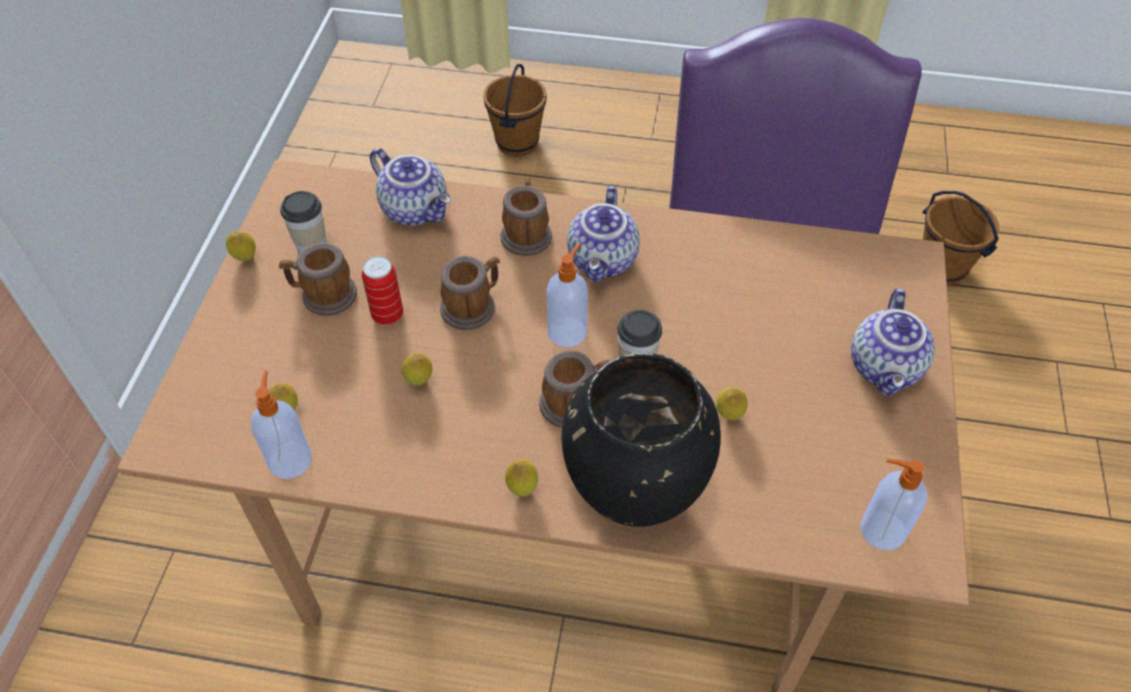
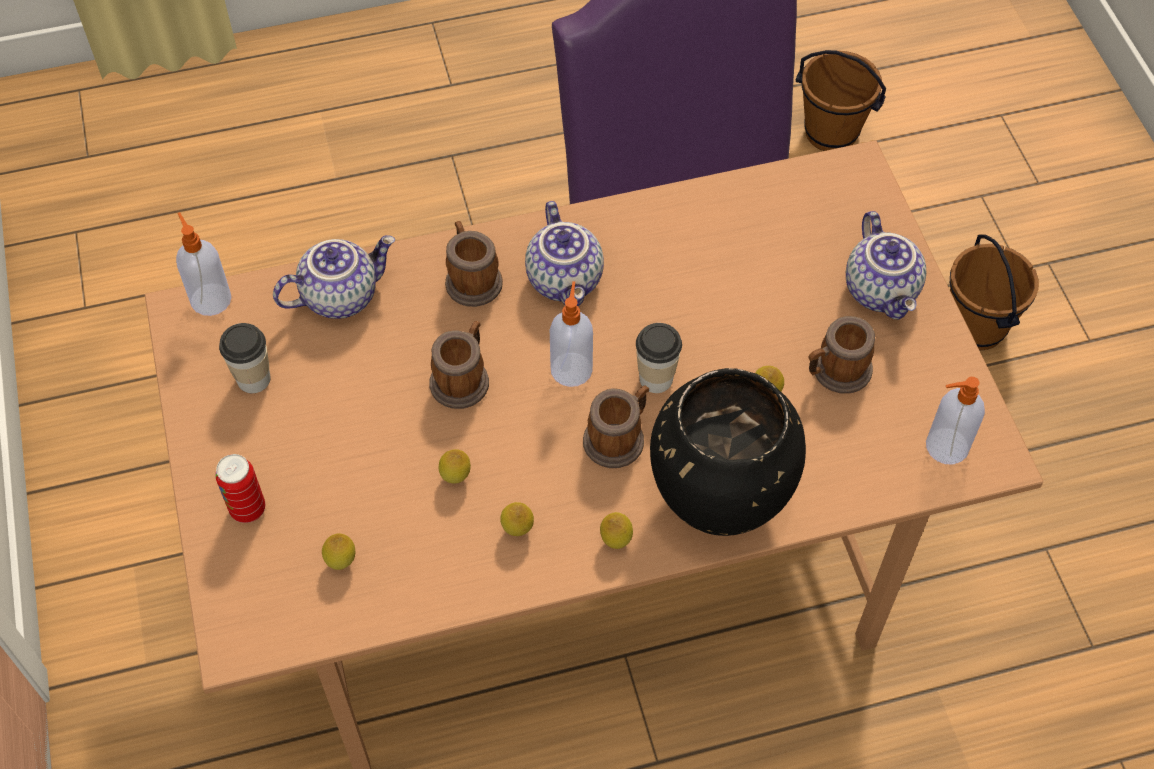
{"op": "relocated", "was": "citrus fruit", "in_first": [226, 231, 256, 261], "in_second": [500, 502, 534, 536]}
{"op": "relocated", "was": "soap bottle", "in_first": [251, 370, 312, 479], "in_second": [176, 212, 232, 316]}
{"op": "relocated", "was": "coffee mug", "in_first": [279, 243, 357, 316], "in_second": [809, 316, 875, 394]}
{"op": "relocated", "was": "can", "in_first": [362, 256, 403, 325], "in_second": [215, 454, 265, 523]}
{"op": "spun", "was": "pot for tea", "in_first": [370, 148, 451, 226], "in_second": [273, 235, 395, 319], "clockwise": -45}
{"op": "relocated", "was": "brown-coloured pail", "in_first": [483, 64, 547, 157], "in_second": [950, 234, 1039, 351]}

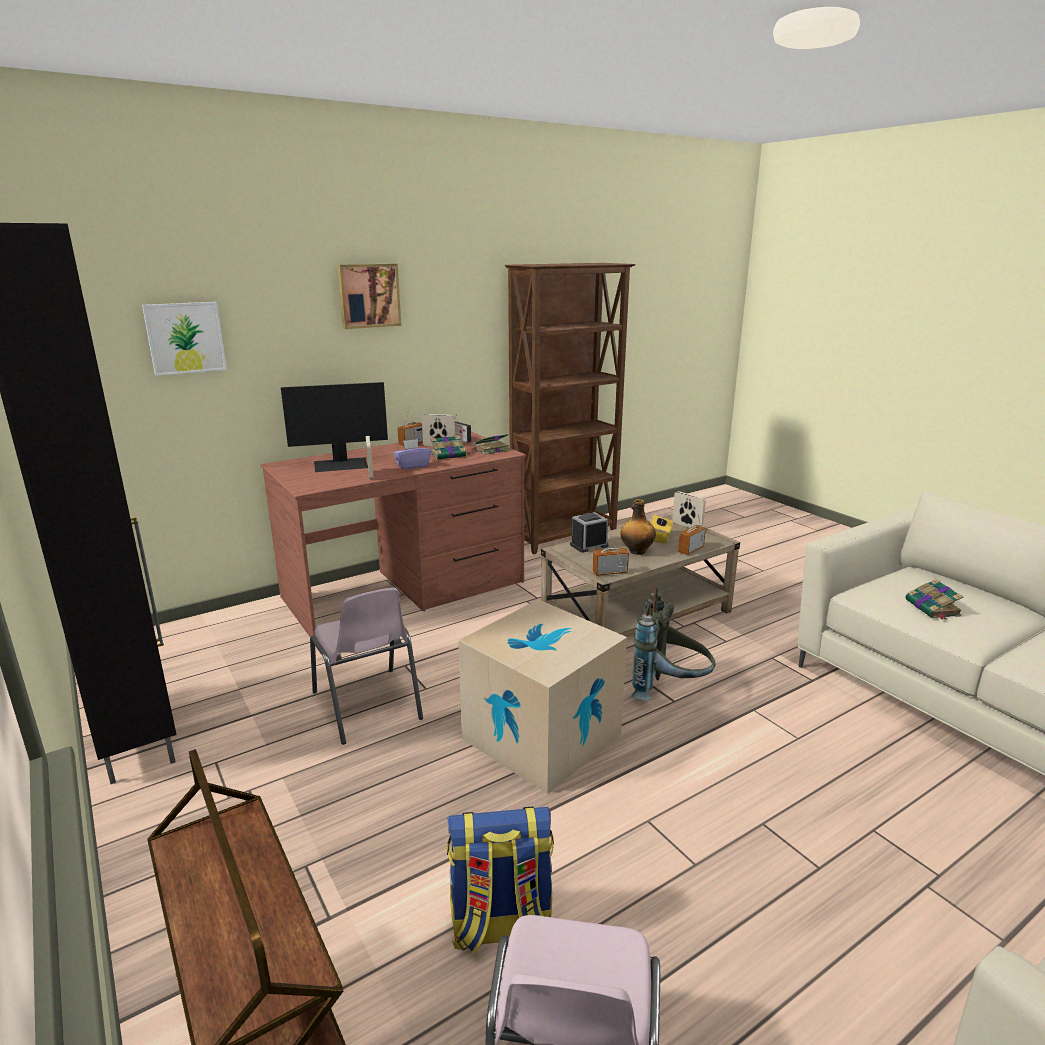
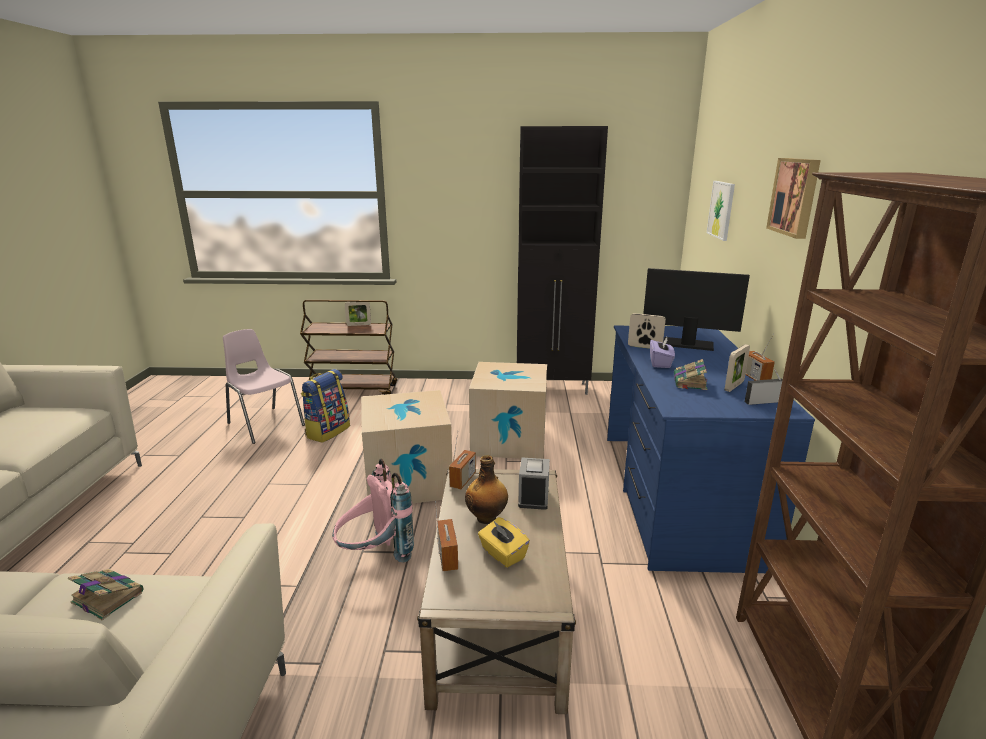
{"op": "colour", "was": "brown-coloured desk", "now": "bluish desk", "in_first": [260, 432, 526, 637], "in_second": [607, 326, 815, 573]}
{"op": "spun", "was": "computer display", "in_first": [281, 382, 388, 472], "in_second": [643, 268, 750, 351], "clockwise": 90}
{"op": "exchanged", "was": "pinkish chair", "now": "cardboard box", "in_first": [310, 587, 423, 745], "in_second": [469, 362, 547, 459]}
{"op": "missing", "was": "book", "in_first": [472, 434, 510, 455]}
{"op": "colour", "was": "greyish knapsack", "now": "pinkish knapsack", "in_first": [631, 588, 715, 700], "in_second": [332, 459, 414, 563]}
{"op": "relocated", "was": "photo frame", "in_first": [672, 491, 706, 528], "in_second": [345, 302, 371, 326]}

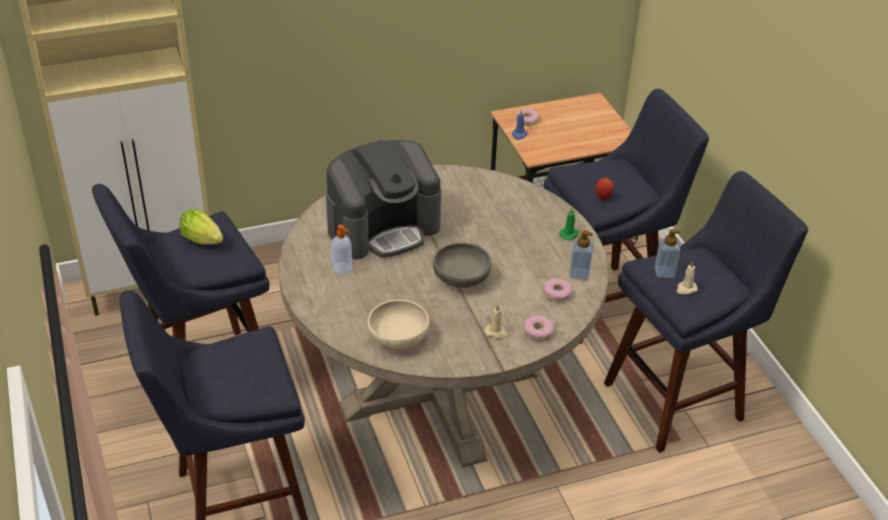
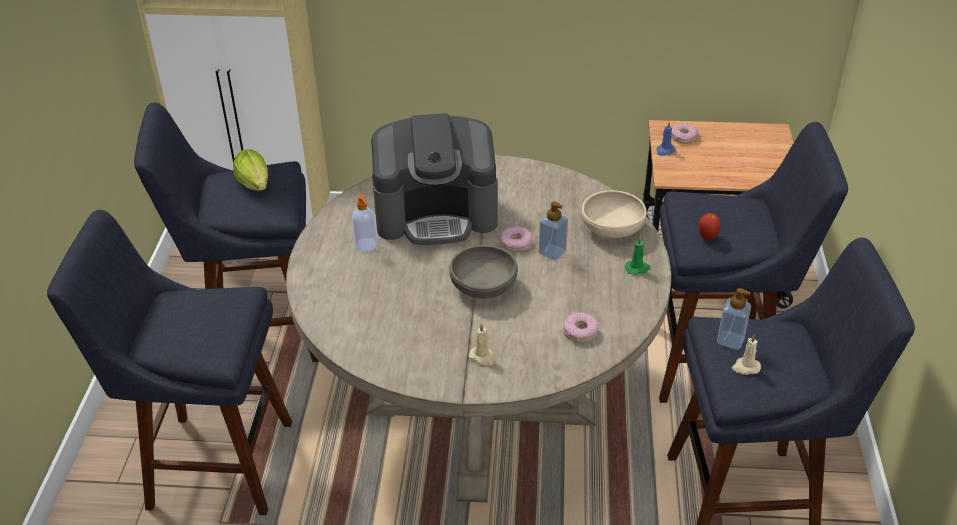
{"op": "relocated", "was": "beige deep dish", "in_first": [367, 300, 430, 349], "in_second": [581, 190, 647, 238]}
{"op": "relocated", "was": "ring doughnut", "in_first": [524, 315, 554, 341], "in_second": [500, 226, 532, 252]}
{"op": "relocated", "was": "soap bottle", "in_first": [569, 231, 594, 281], "in_second": [539, 201, 568, 260]}

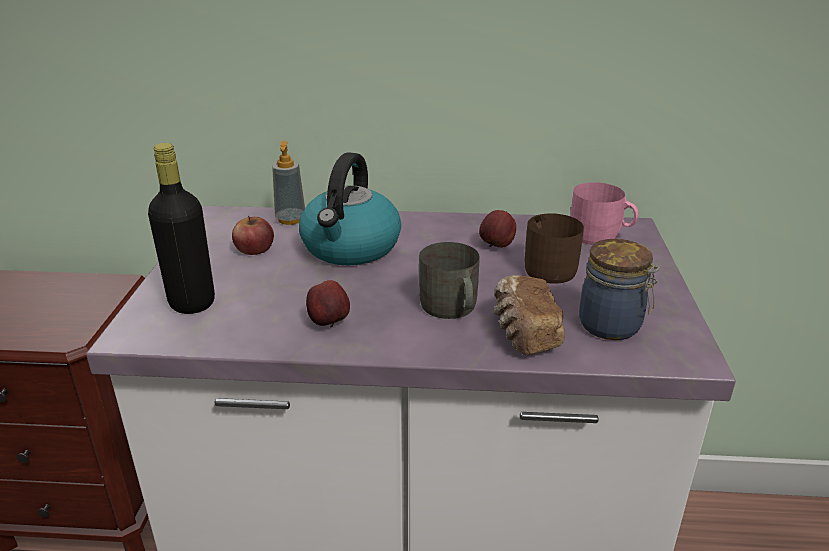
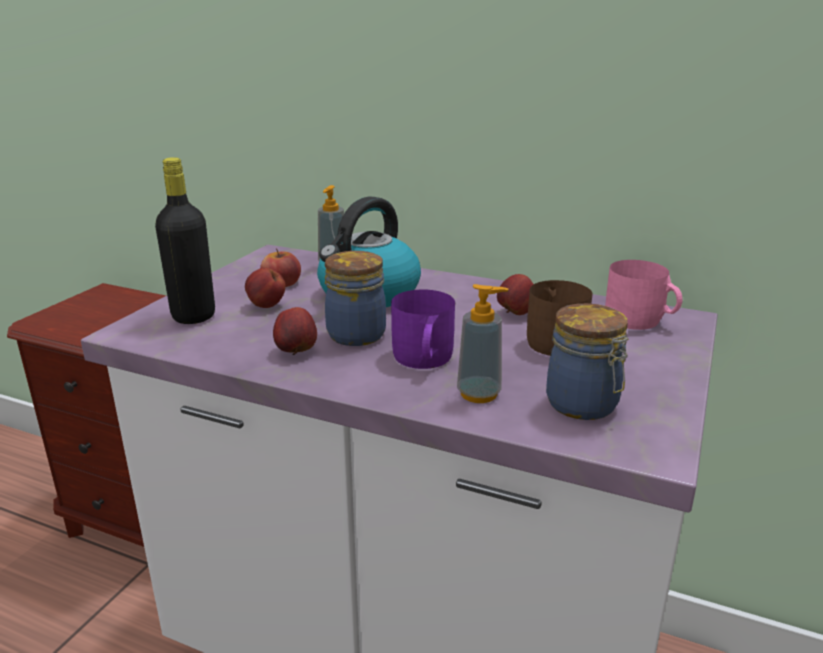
{"op": "colour", "was": "greyish coffee mug", "now": "purple-coloured coffee mug", "in_first": [419, 242, 480, 319], "in_second": [391, 289, 455, 369]}
{"op": "exchanged", "was": "baked bread", "now": "soap bottle", "in_first": [494, 275, 565, 355], "in_second": [457, 284, 508, 403]}
{"op": "appeared", "now": "whole apple", "in_second": [245, 268, 286, 308]}
{"op": "appeared", "now": "preserve jar", "in_second": [325, 251, 386, 346]}

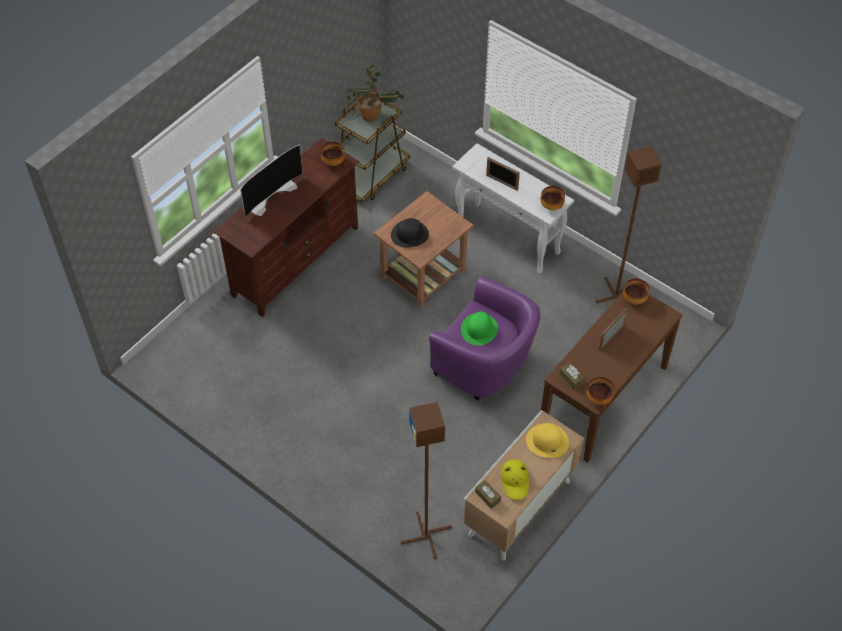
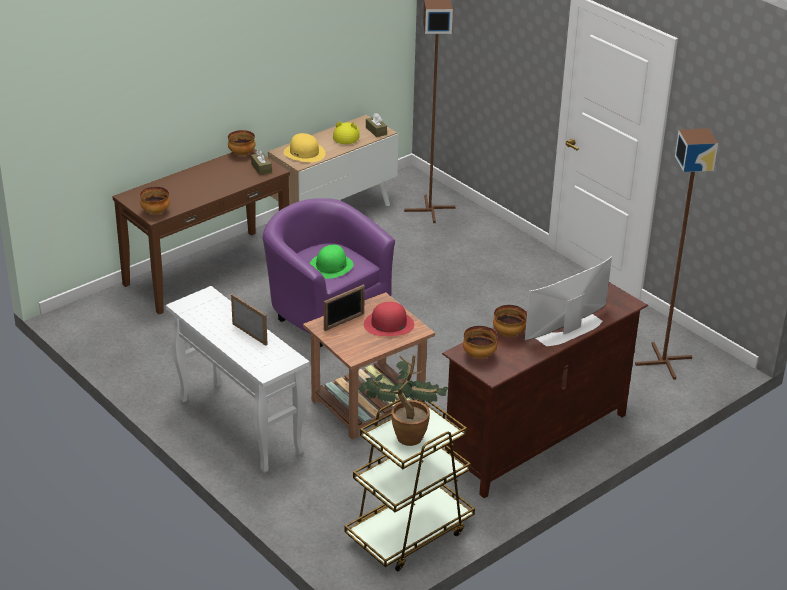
{"op": "colour", "was": "black clothing hat", "now": "red clothing hat", "in_first": [391, 218, 429, 248], "in_second": [364, 302, 414, 336]}
{"op": "relocated", "was": "deep dish", "in_first": [540, 186, 565, 210], "in_second": [493, 305, 527, 337]}
{"op": "relocated", "was": "brown-coloured standing lamp", "in_first": [595, 147, 662, 304], "in_second": [635, 128, 718, 380]}
{"op": "relocated", "was": "photo frame", "in_first": [599, 308, 628, 350], "in_second": [324, 285, 365, 331]}

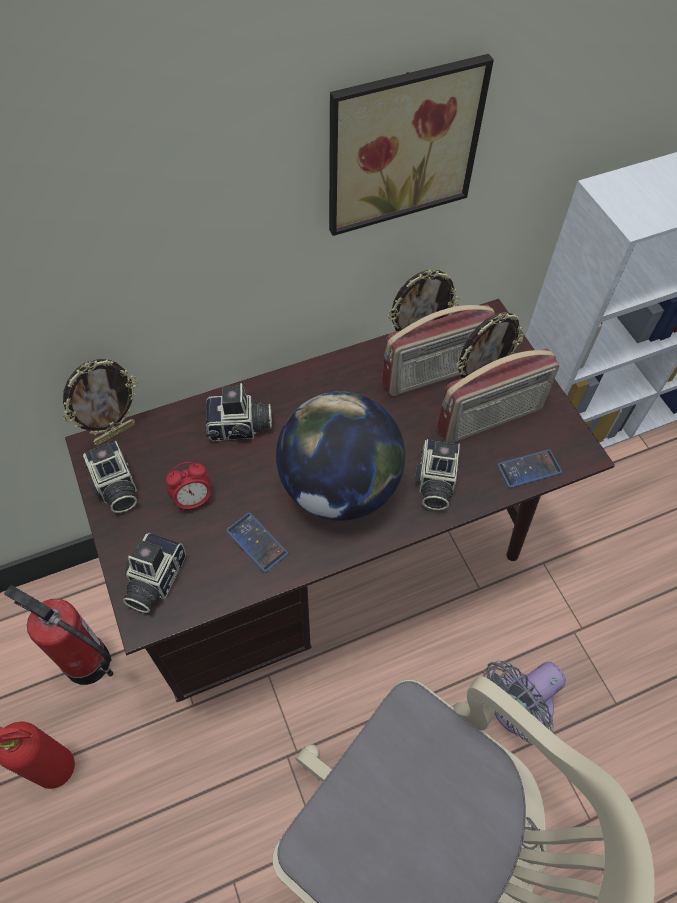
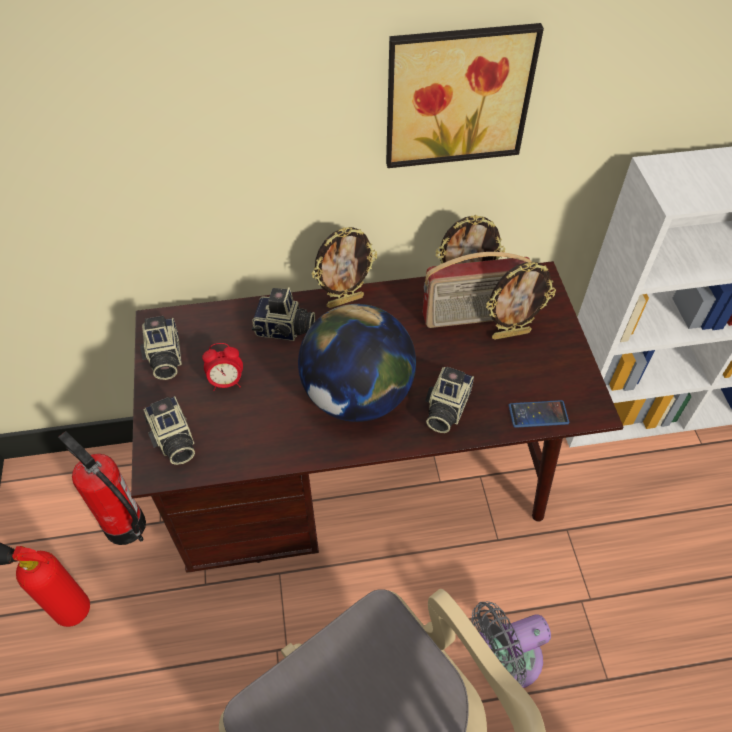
{"op": "relocated", "was": "photo frame", "in_first": [63, 359, 138, 446], "in_second": [312, 227, 377, 308]}
{"op": "spun", "was": "still camera", "in_first": [123, 533, 186, 613], "in_second": [143, 396, 195, 465], "clockwise": -60}
{"op": "missing", "was": "telephone", "in_first": [226, 512, 289, 573]}
{"op": "missing", "was": "radio receiver", "in_first": [437, 349, 560, 443]}

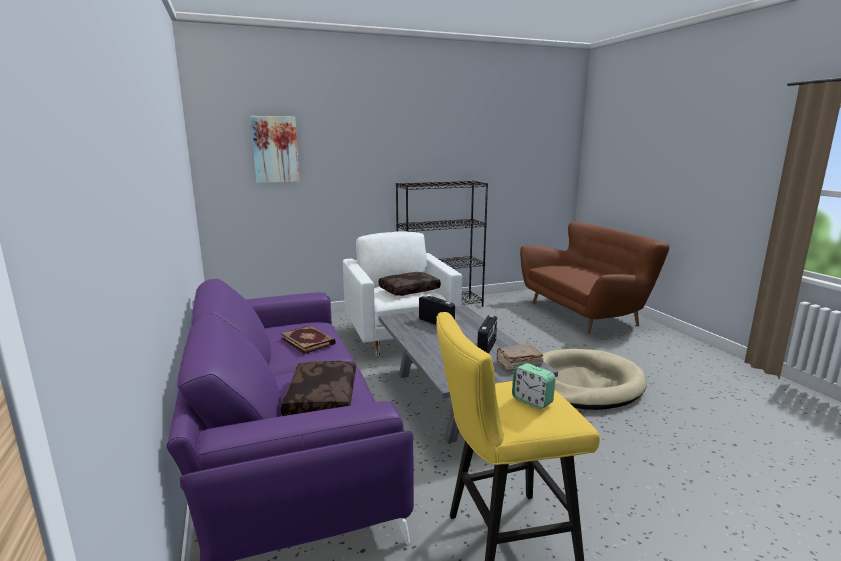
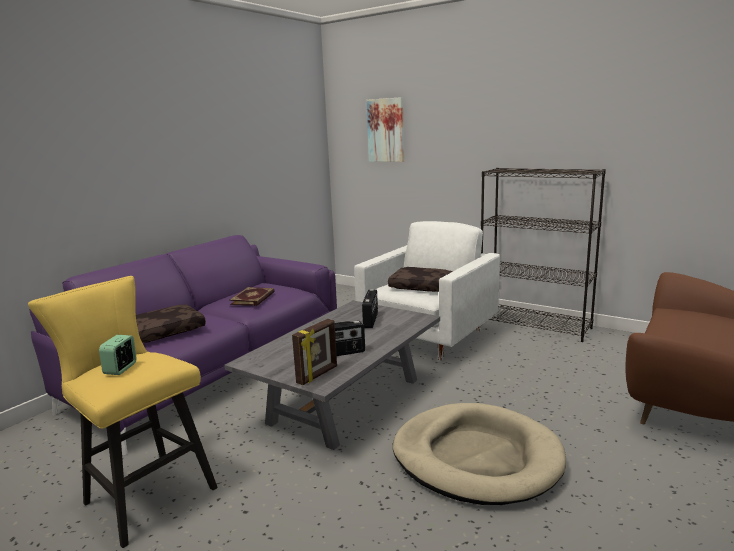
{"op": "exchanged", "was": "brown-coloured book", "now": "photo frame", "in_first": [496, 344, 544, 371], "in_second": [292, 319, 337, 385]}

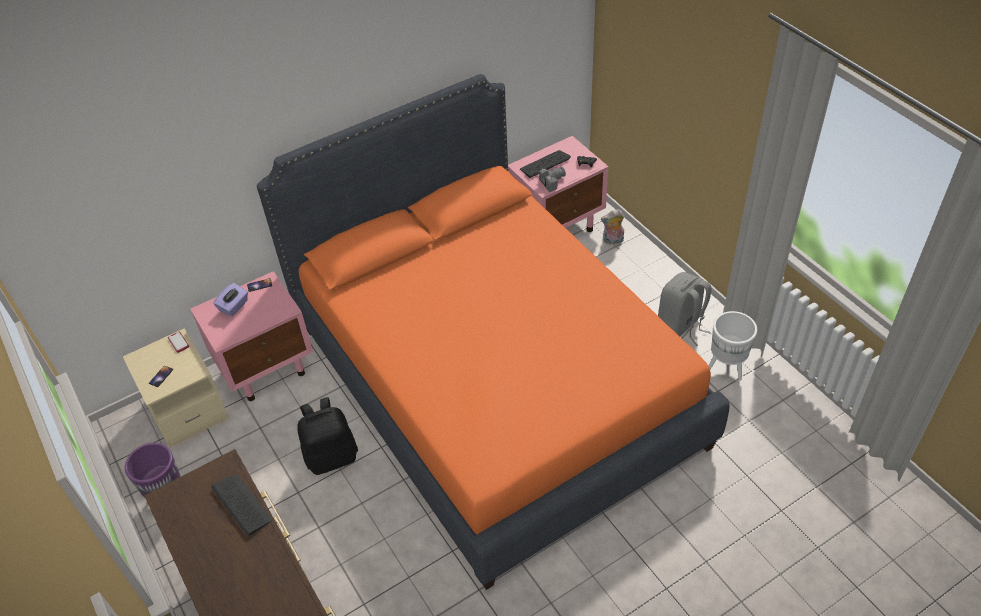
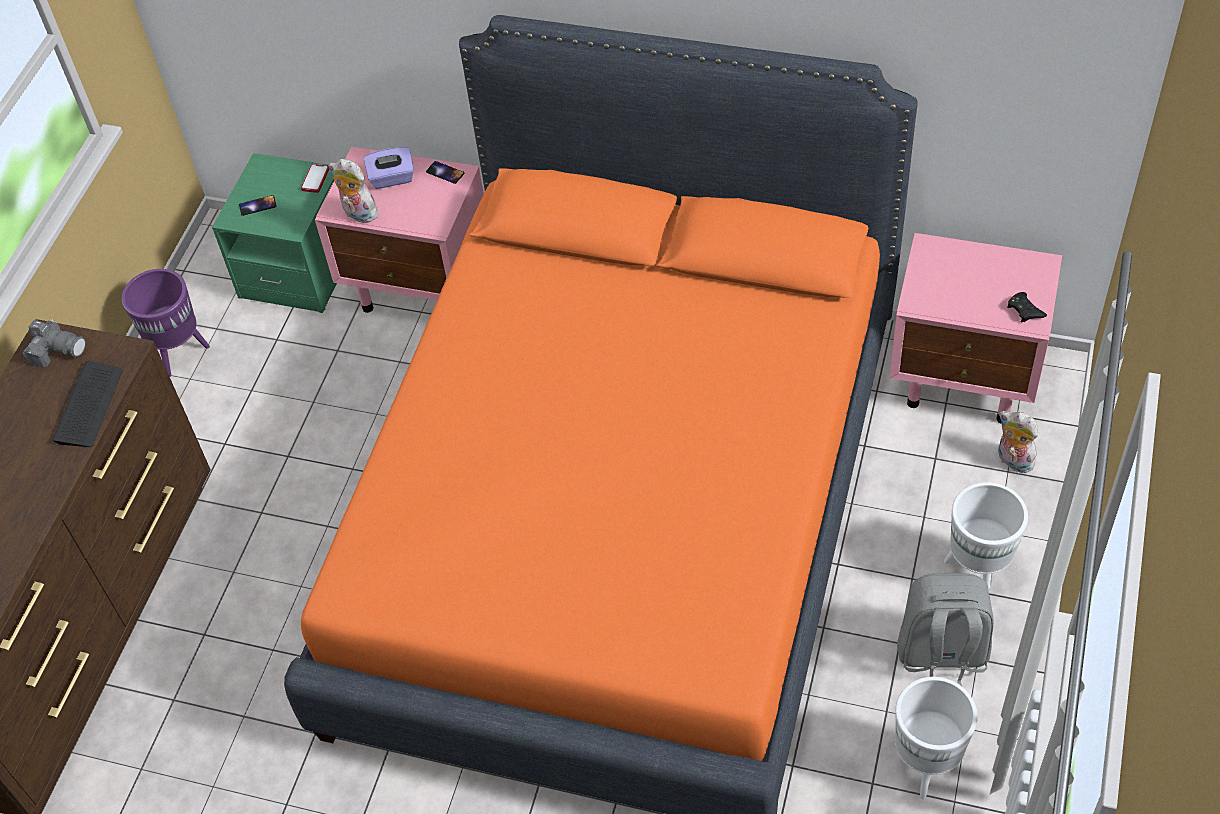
{"op": "colour", "was": "beige nightstand", "now": "green nightstand", "in_first": [123, 328, 229, 448], "in_second": [212, 153, 337, 313]}
{"op": "missing", "was": "black knapsack", "in_first": [297, 397, 358, 475]}
{"op": "missing", "was": "computer keyboard", "in_first": [520, 150, 571, 178]}
{"op": "relocated", "was": "still camera", "in_first": [539, 167, 566, 192], "in_second": [23, 319, 86, 368]}
{"op": "appeared", "now": "soft toy", "in_second": [328, 159, 378, 223]}
{"op": "appeared", "now": "white-coloured flower pot", "in_second": [944, 482, 1028, 591]}

